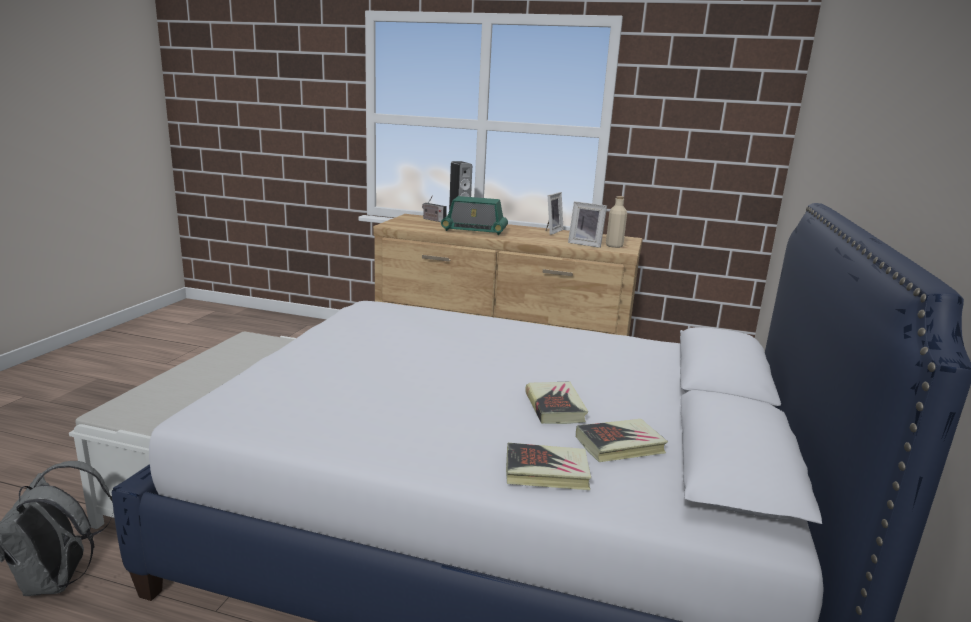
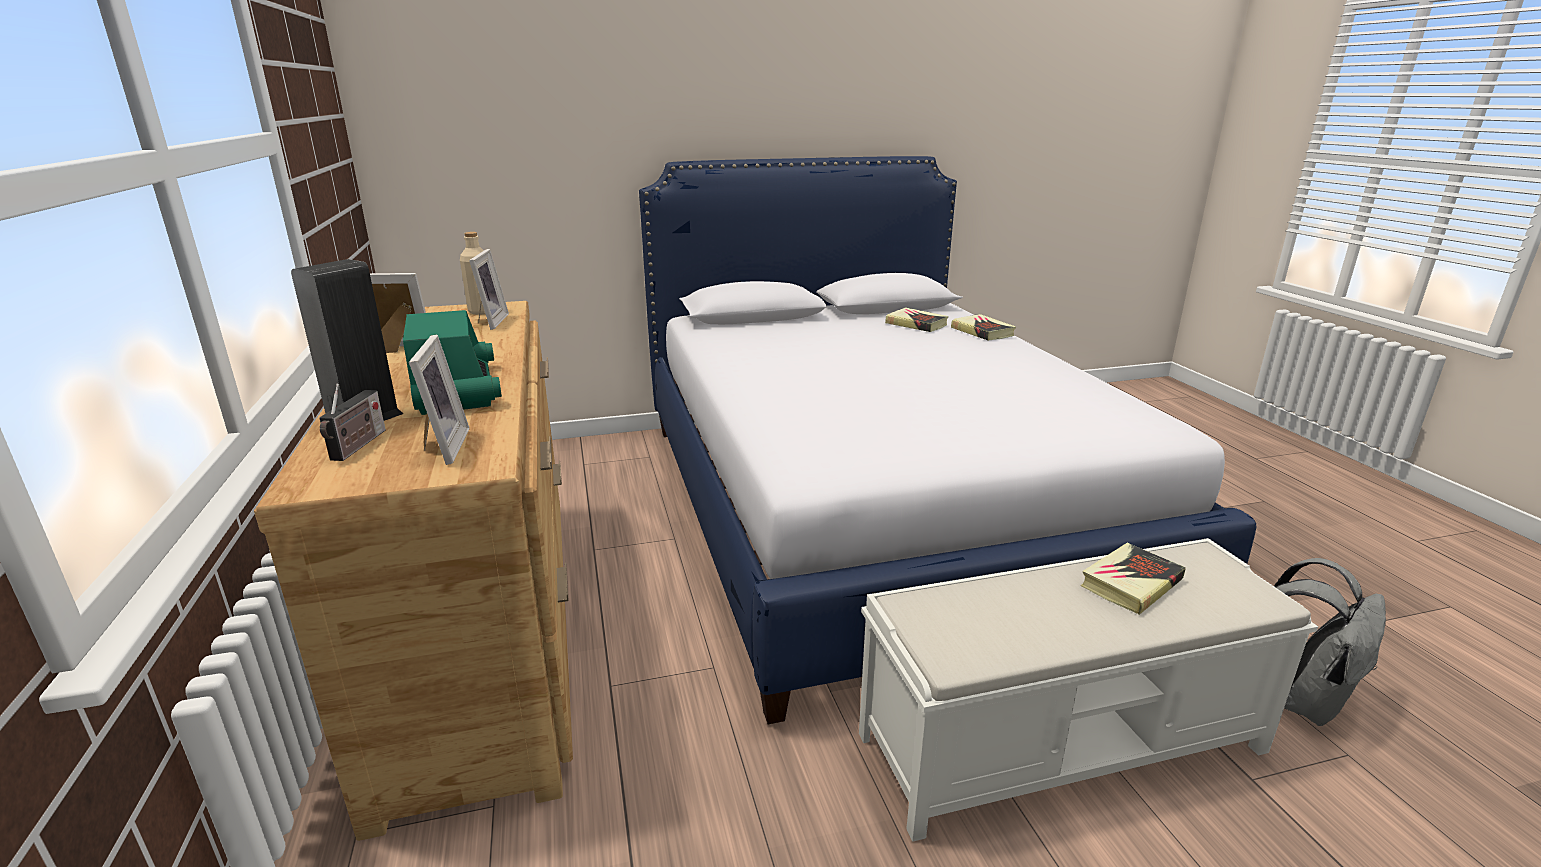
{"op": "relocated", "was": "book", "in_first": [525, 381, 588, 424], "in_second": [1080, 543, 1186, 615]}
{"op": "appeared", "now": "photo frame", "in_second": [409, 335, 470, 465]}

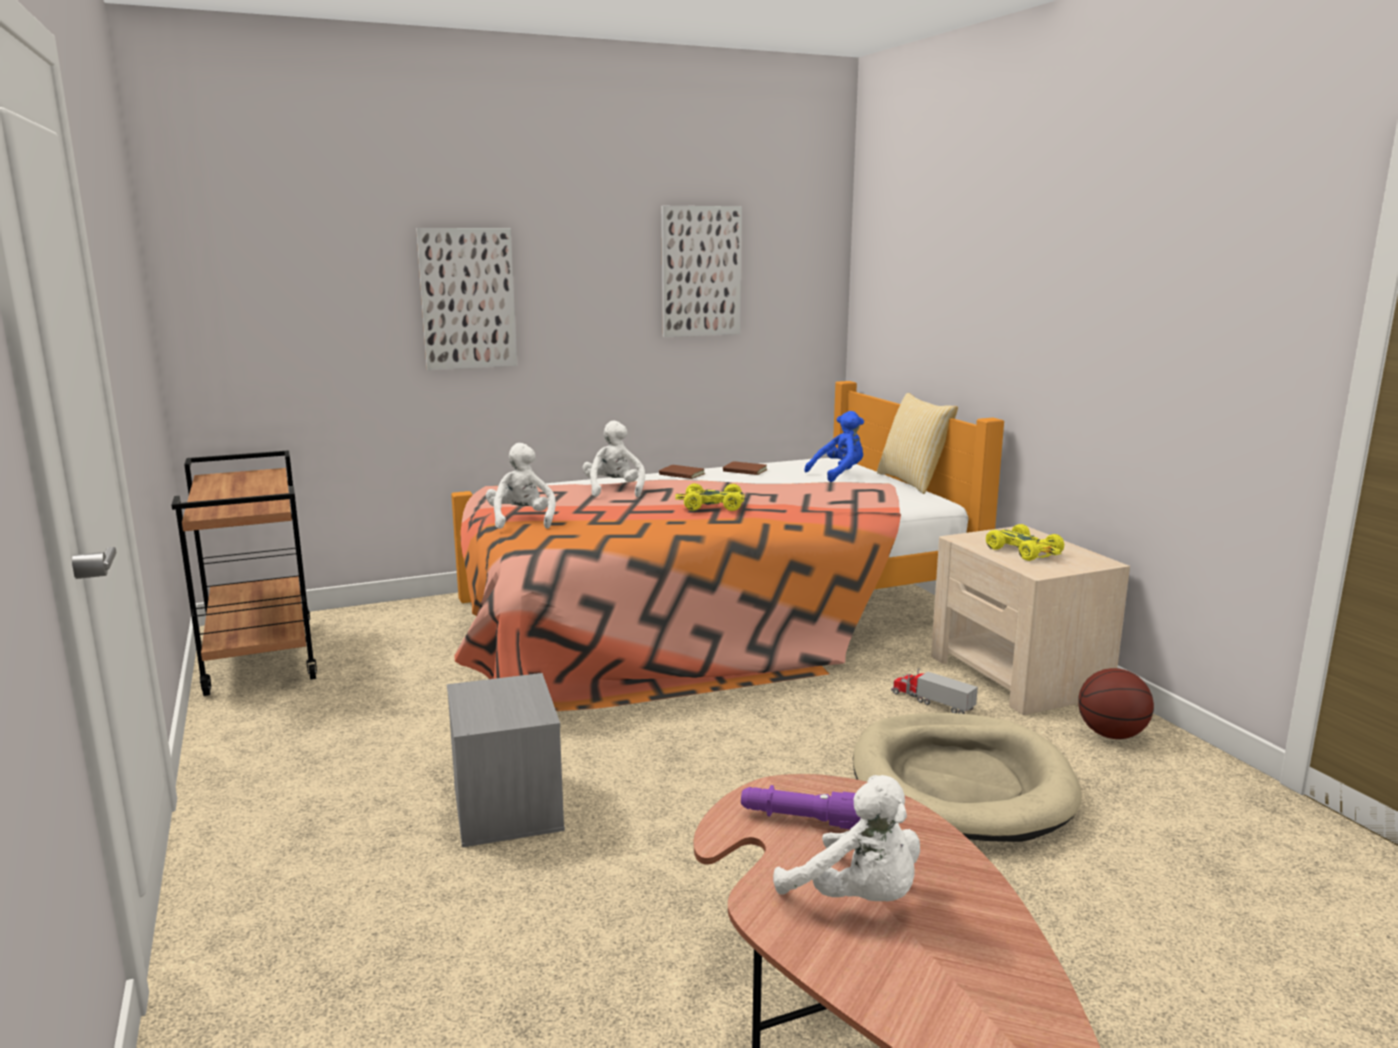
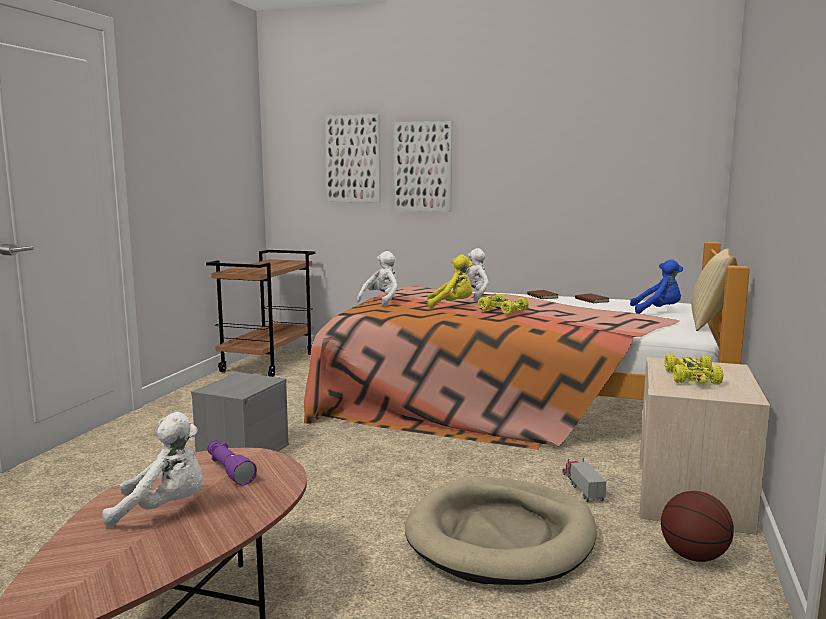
{"op": "relocated", "was": "picture", "in_first": [661, 206, 742, 337], "in_second": [325, 114, 380, 203]}
{"op": "spun", "was": "white-coloured soft toy", "in_first": [773, 775, 920, 901], "in_second": [102, 412, 203, 528], "clockwise": -90}
{"op": "appeared", "now": "yellow soft toy", "in_second": [427, 255, 473, 309]}

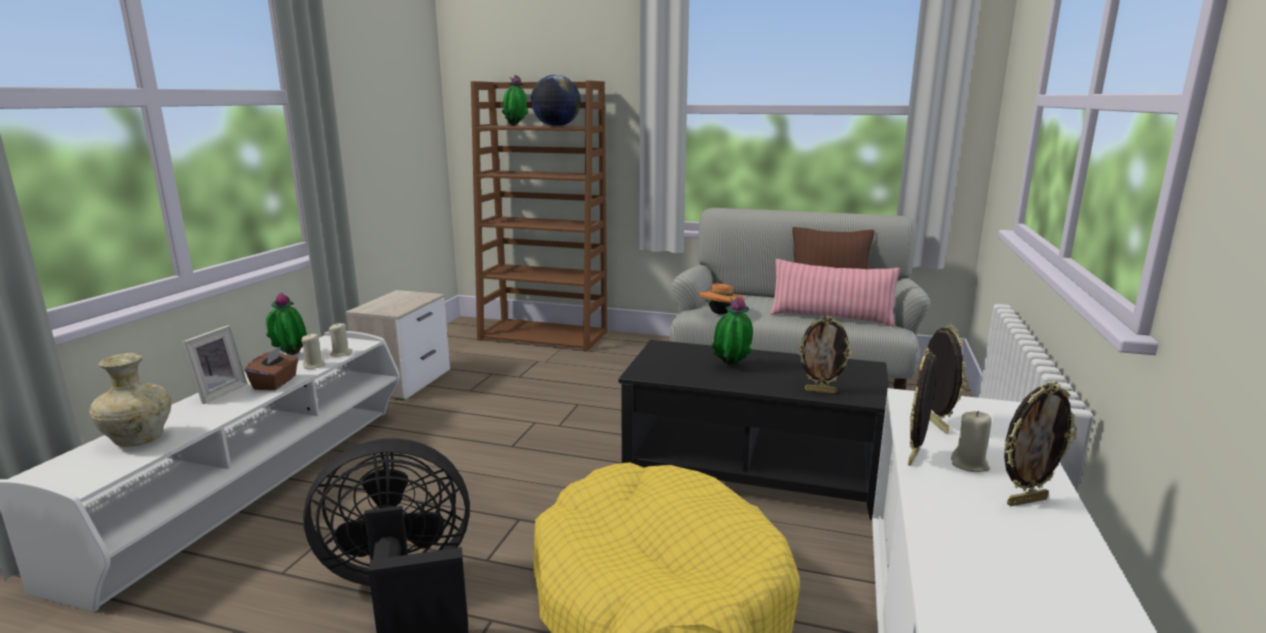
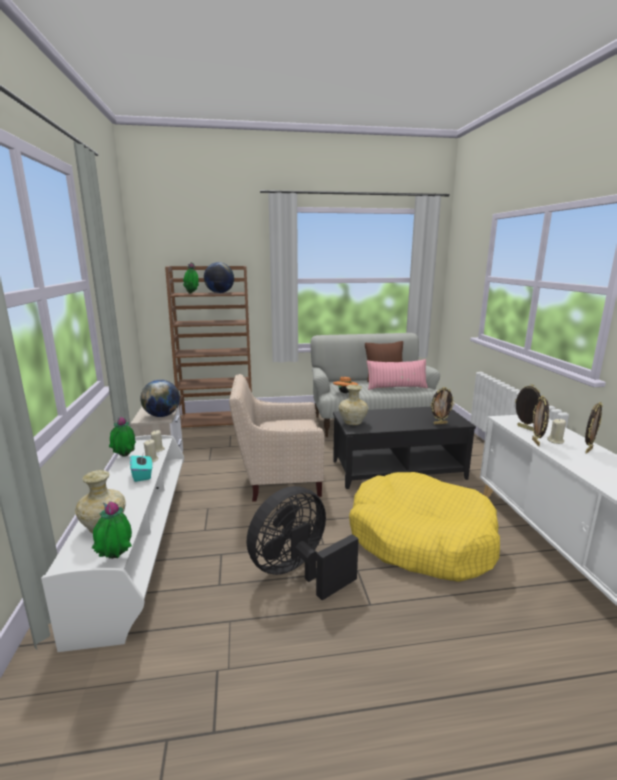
{"op": "missing", "was": "photo frame", "in_first": [182, 325, 248, 404]}
{"op": "colour", "was": "brown-coloured tissue box", "now": "blue-green tissue box", "in_first": [245, 346, 299, 390], "in_second": [130, 452, 152, 482]}
{"op": "relocated", "was": "houseplant", "in_first": [710, 296, 753, 365], "in_second": [92, 501, 132, 559]}
{"op": "appeared", "now": "globe", "in_second": [140, 380, 180, 417]}
{"op": "appeared", "now": "beige lounge chair", "in_second": [229, 374, 325, 502]}
{"op": "appeared", "now": "beige vase", "in_second": [339, 385, 368, 425]}

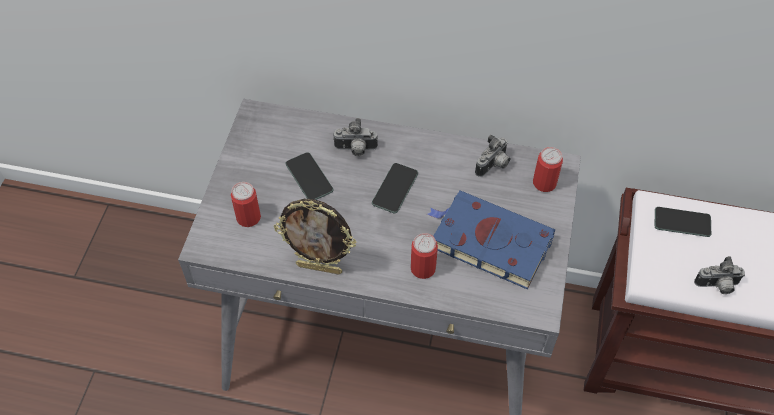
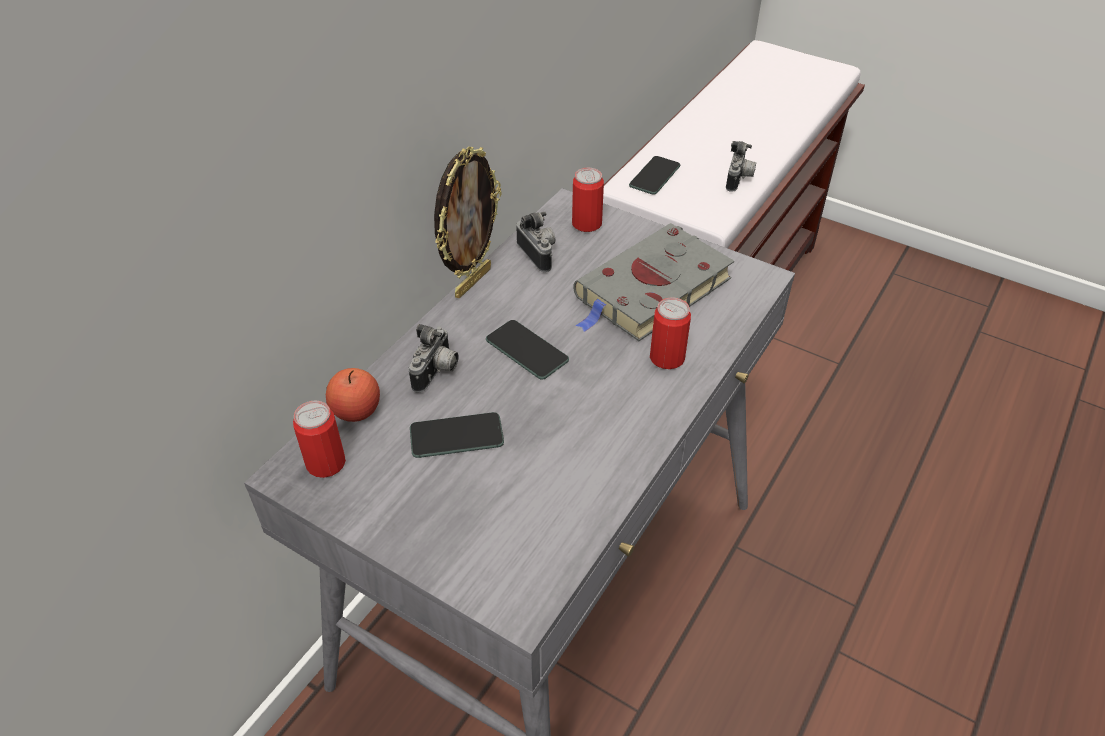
{"op": "relocated", "was": "can", "in_first": [231, 182, 261, 227], "in_second": [293, 401, 346, 478]}
{"op": "relocated", "was": "photo frame", "in_first": [274, 199, 356, 275], "in_second": [434, 147, 502, 298]}
{"op": "colour", "was": "bluish book", "now": "greyish book", "in_first": [427, 190, 555, 290], "in_second": [573, 223, 734, 341]}
{"op": "appeared", "now": "whole apple", "in_second": [326, 368, 380, 422]}

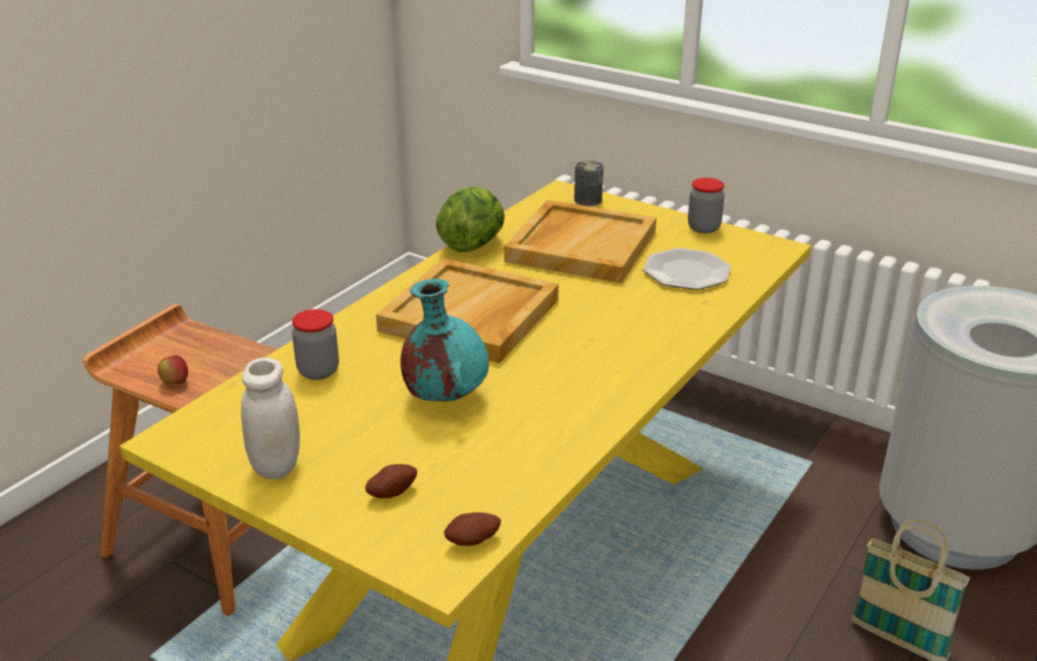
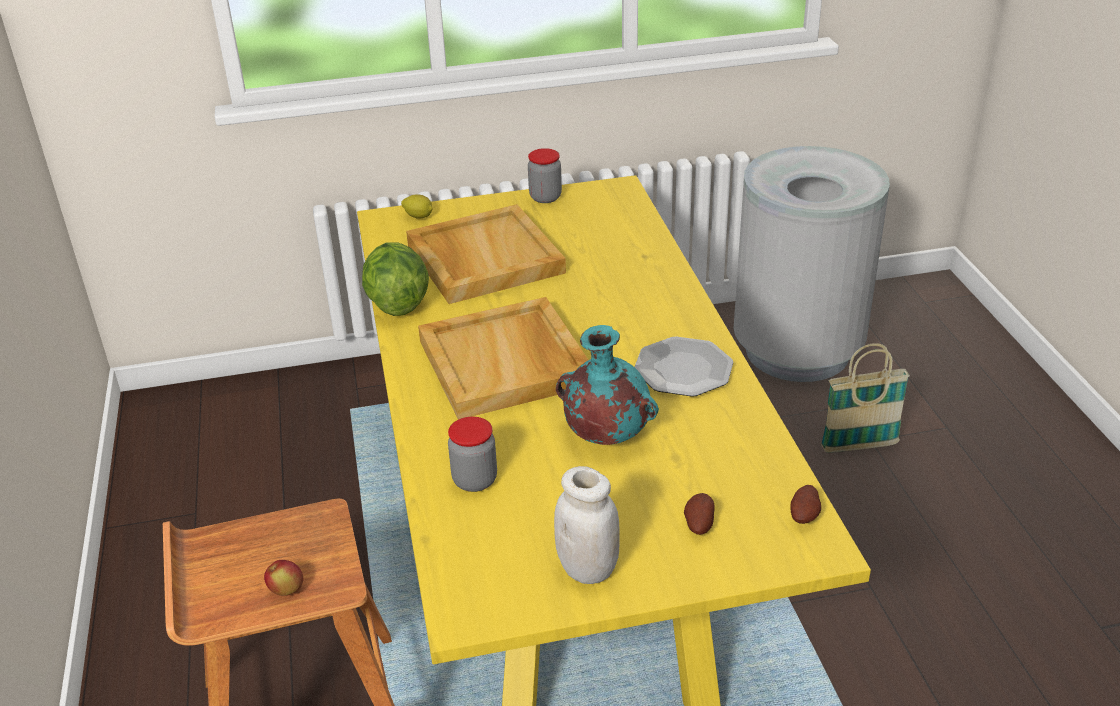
{"op": "exchanged", "was": "can", "now": "citrus fruit", "in_first": [574, 160, 603, 206], "in_second": [401, 194, 433, 219]}
{"op": "relocated", "was": "plate", "in_first": [643, 248, 731, 290], "in_second": [635, 337, 733, 397]}

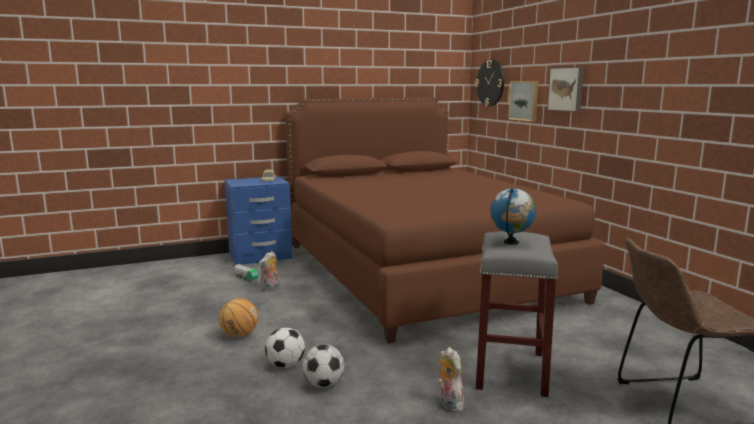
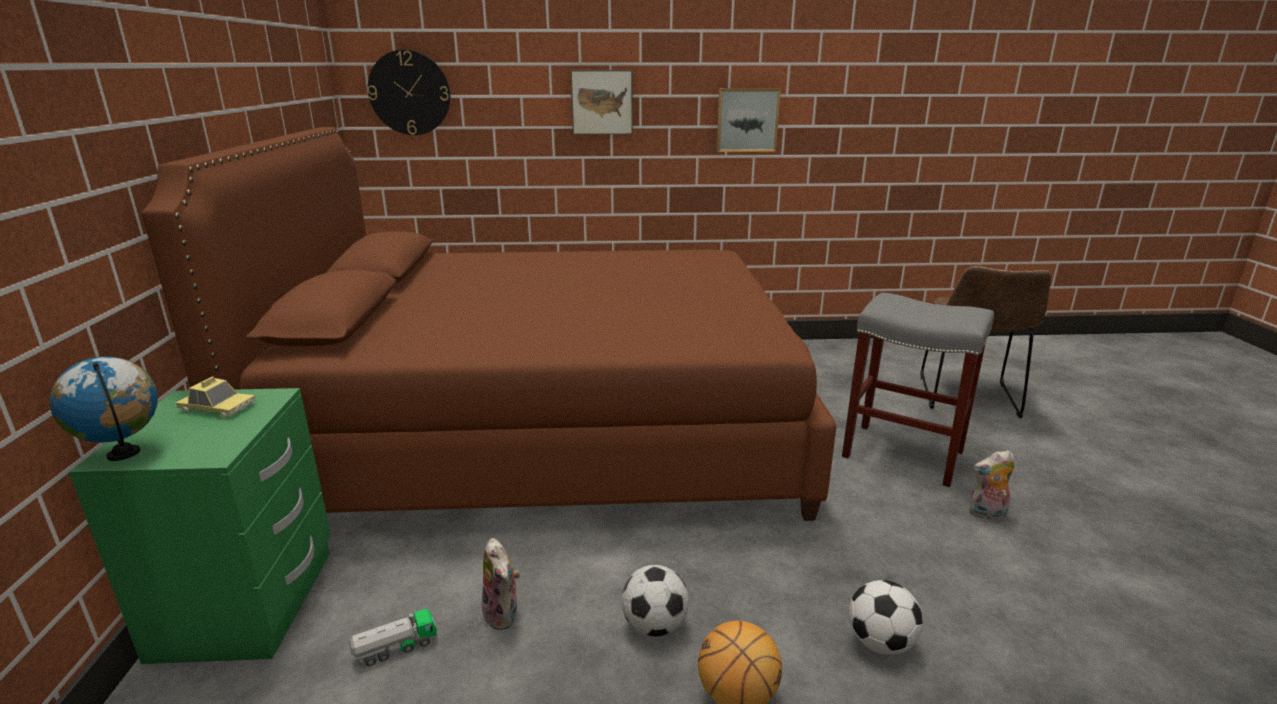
{"op": "colour", "was": "bluish nightstand", "now": "green nightstand", "in_first": [225, 176, 292, 265], "in_second": [69, 388, 331, 664]}
{"op": "relocated", "was": "football", "in_first": [302, 344, 344, 388], "in_second": [621, 565, 689, 637]}
{"op": "relocated", "was": "globe", "in_first": [490, 188, 536, 245], "in_second": [49, 357, 158, 461]}
{"op": "relocated", "was": "picture", "in_first": [508, 81, 539, 121], "in_second": [717, 88, 781, 152]}

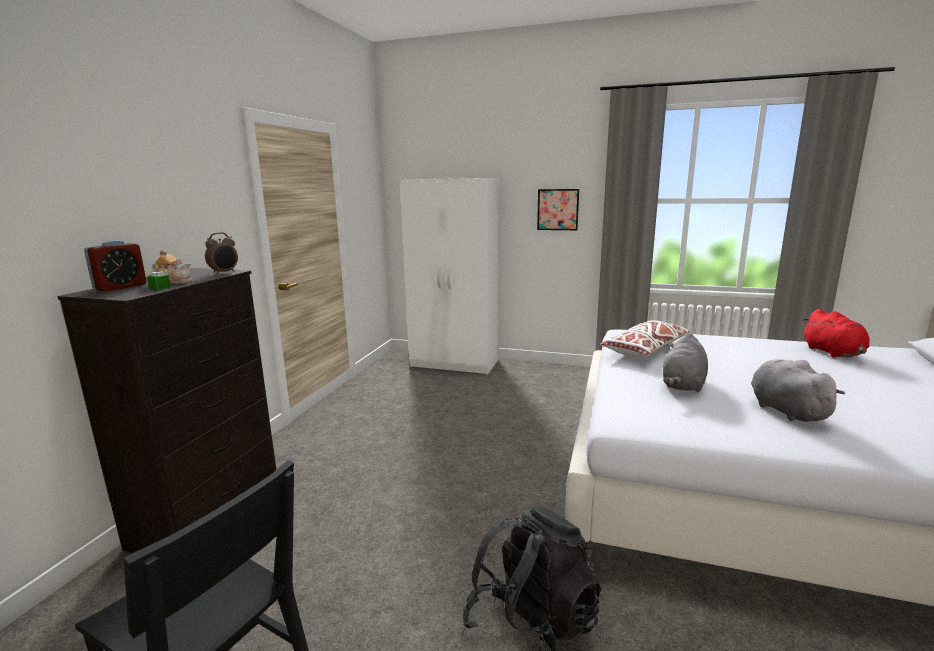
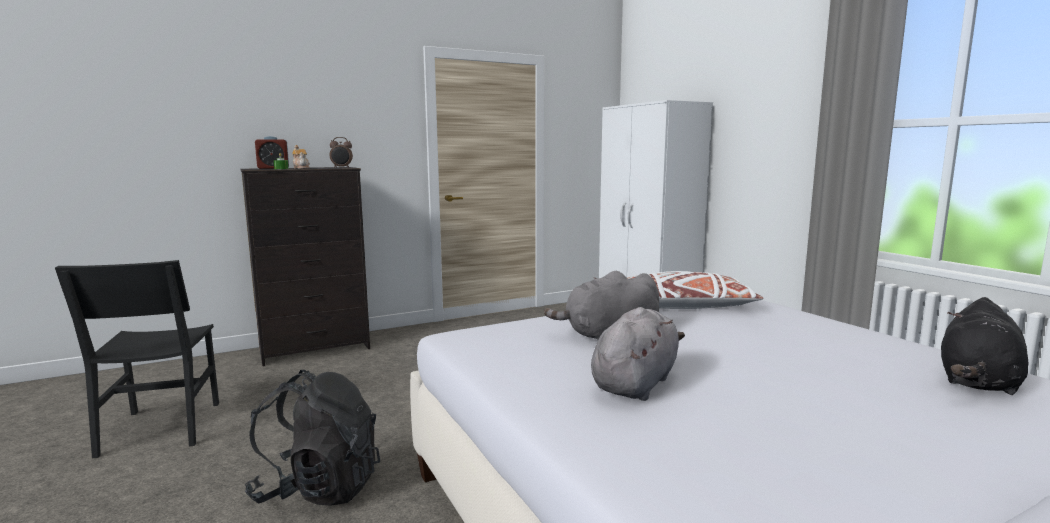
{"op": "missing", "was": "picture", "in_first": [537, 189, 579, 230]}
{"op": "colour", "was": "red soft toy", "now": "black soft toy", "in_first": [802, 309, 870, 358], "in_second": [941, 297, 1029, 395]}

